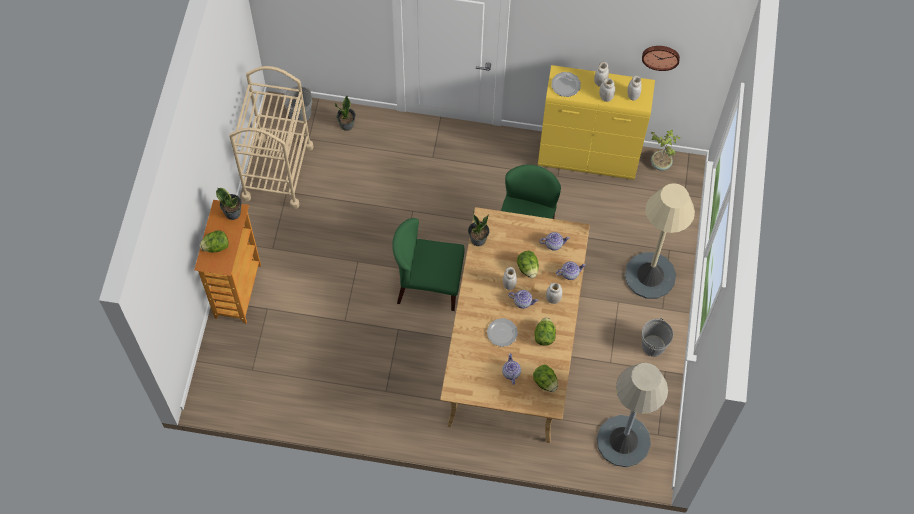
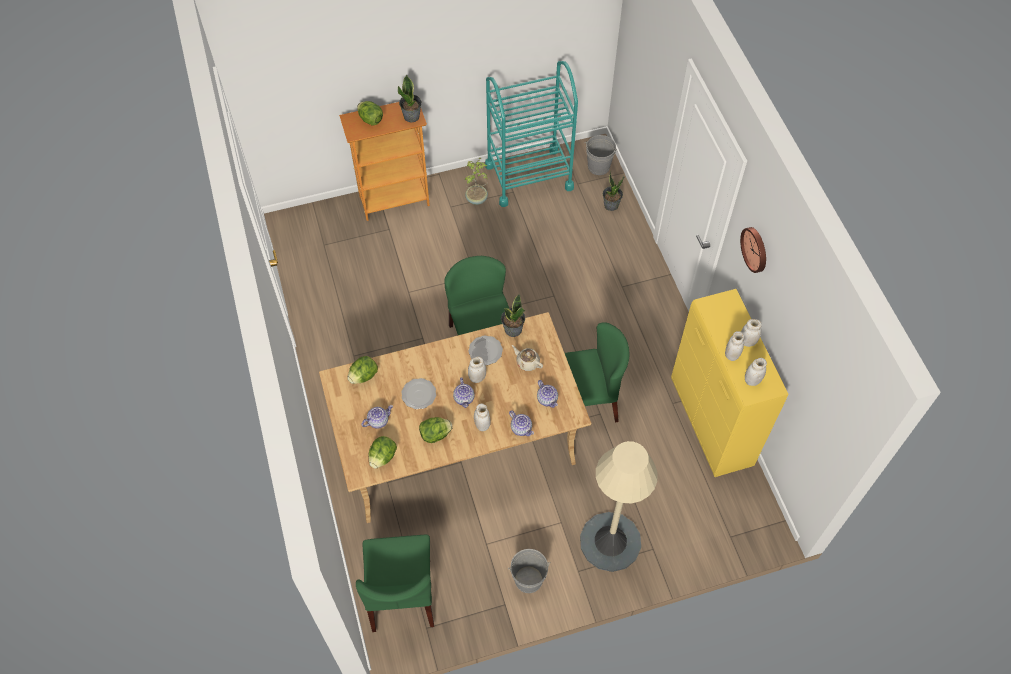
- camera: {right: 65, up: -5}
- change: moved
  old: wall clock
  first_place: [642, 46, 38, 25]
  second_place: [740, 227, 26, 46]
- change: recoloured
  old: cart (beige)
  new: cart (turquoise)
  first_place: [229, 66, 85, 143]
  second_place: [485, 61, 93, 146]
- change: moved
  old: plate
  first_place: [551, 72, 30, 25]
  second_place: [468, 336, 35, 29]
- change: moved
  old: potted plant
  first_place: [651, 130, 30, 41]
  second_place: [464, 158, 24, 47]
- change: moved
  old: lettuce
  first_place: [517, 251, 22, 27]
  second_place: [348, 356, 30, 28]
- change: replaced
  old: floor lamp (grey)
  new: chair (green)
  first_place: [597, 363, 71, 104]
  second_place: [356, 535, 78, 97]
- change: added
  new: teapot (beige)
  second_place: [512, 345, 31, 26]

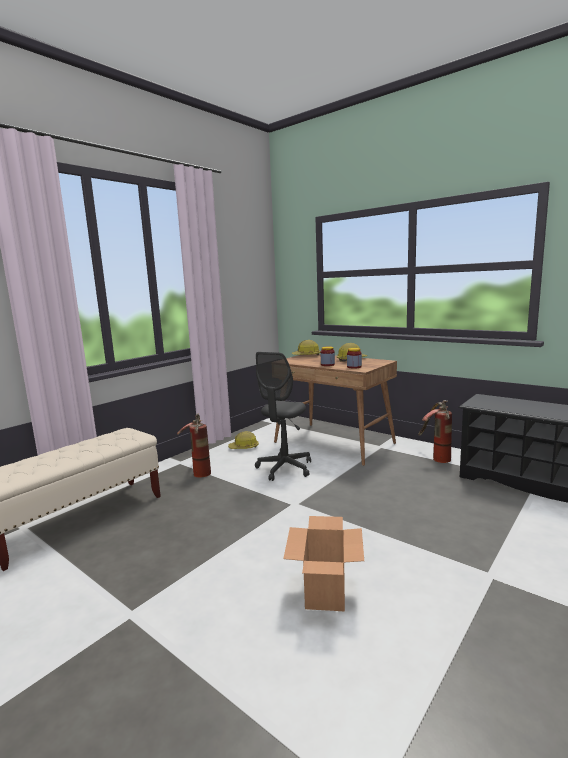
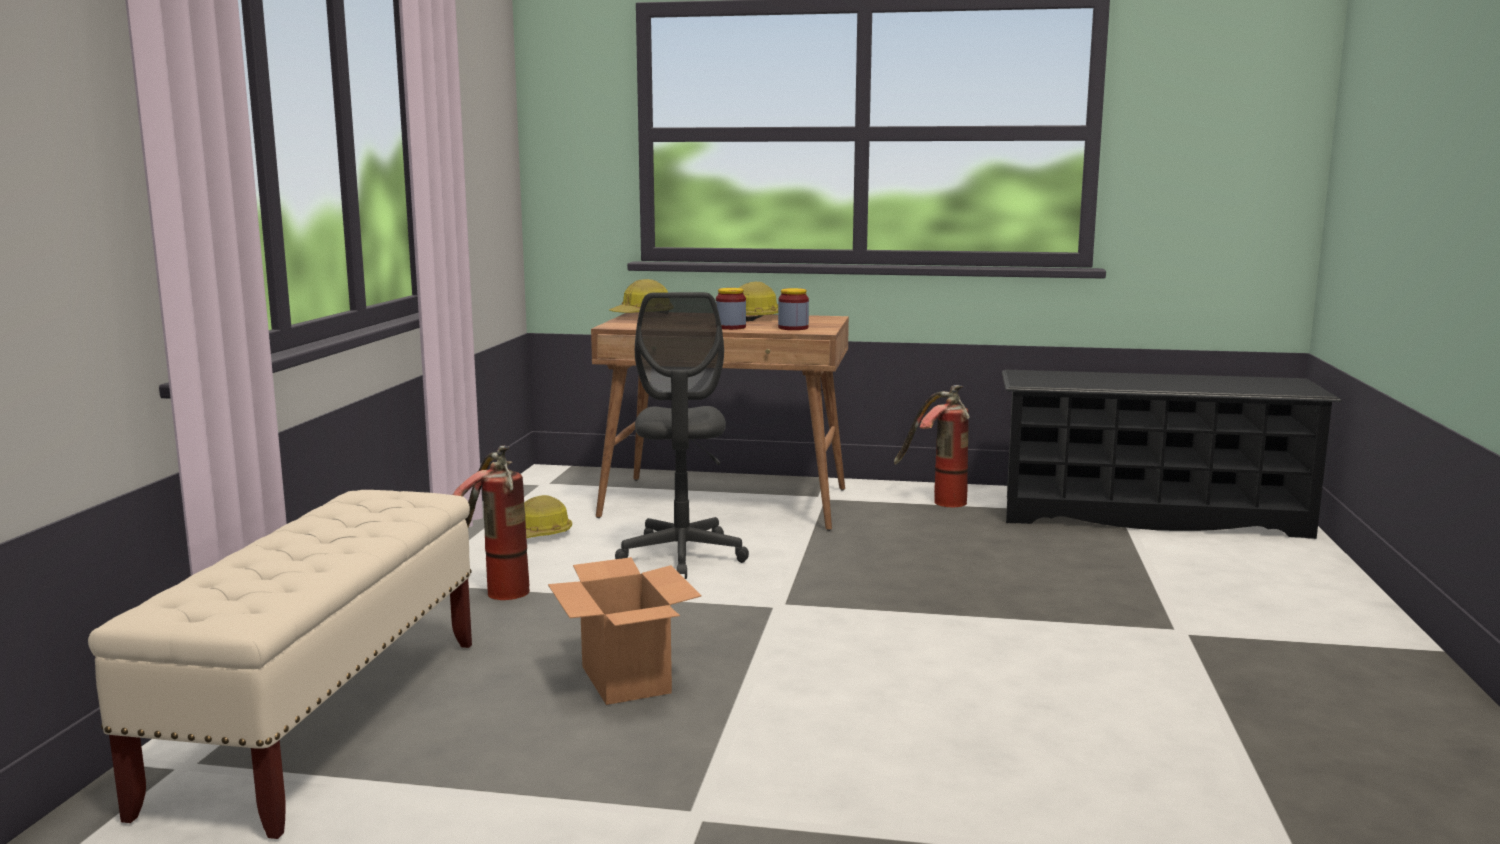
- camera: {right: -30, up: 0}
- change: moved
  old: cardboard box
  first_place: [283, 516, 81, 95]
  second_place: [548, 557, 154, 148]

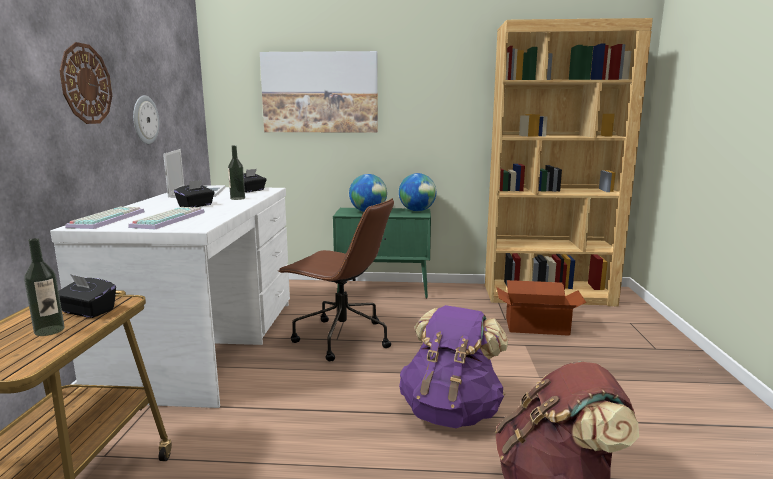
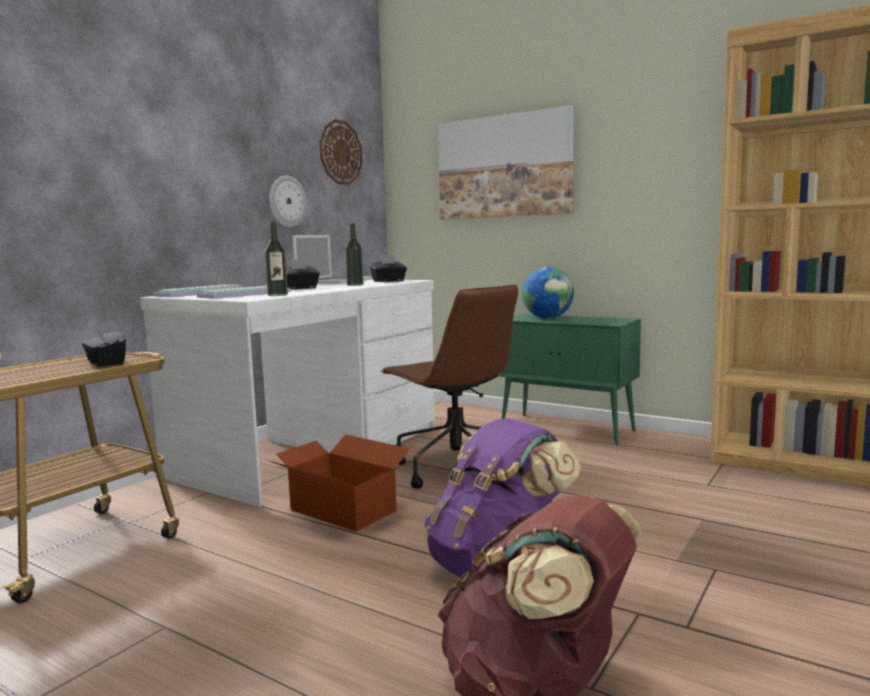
- camera: {right: 30, up: -5}
- change: moved
  old: wall clock
  first_place: [60, 42, 52, 82]
  second_place: [319, 119, 43, 66]
- change: removed
  old: globe
  first_place: [399, 173, 37, 38]
- change: moved
  old: bottle
  first_place: [24, 238, 41, 98]
  second_place: [265, 222, 23, 74]
- change: moved
  old: cardboard box
  first_place: [497, 280, 89, 56]
  second_place: [268, 434, 142, 98]

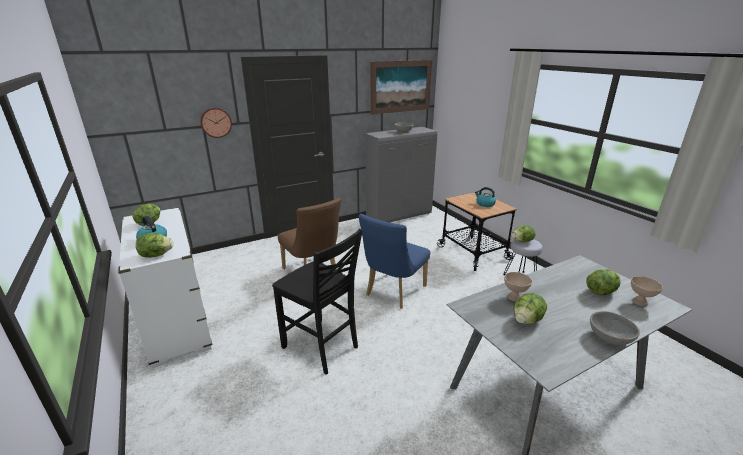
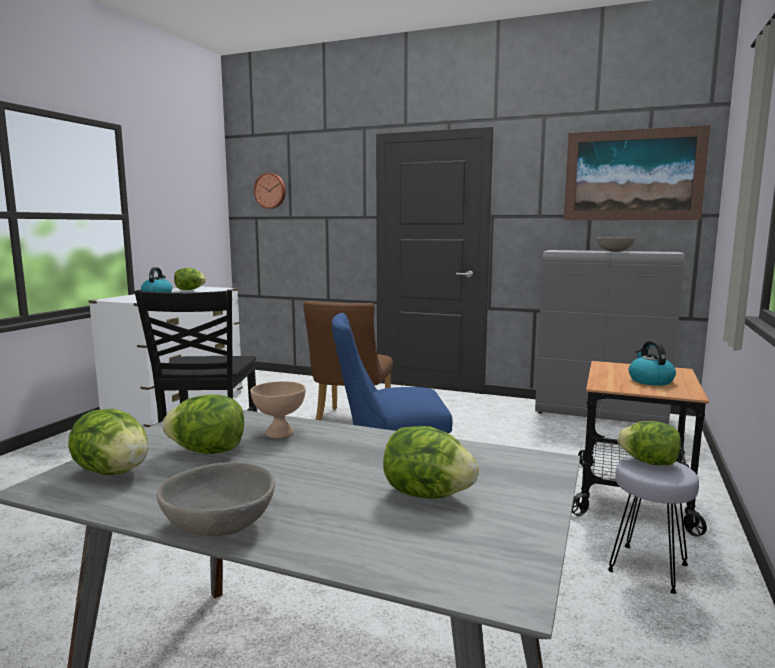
- camera: {right: 50, up: -15}
- change: moved
  old: wall clock
  first_place: [200, 108, 32, 30]
  second_place: [254, 173, 32, 36]
- change: moved
  old: lettuce
  first_place: [136, 233, 37, 25]
  second_place: [68, 409, 80, 66]
- change: removed
  old: bowl (beige)
  first_place: [631, 276, 32, 30]

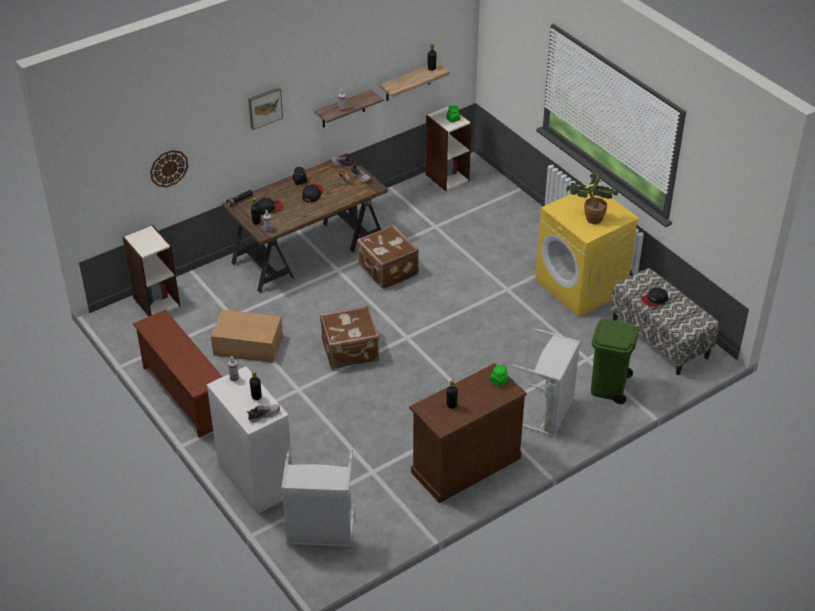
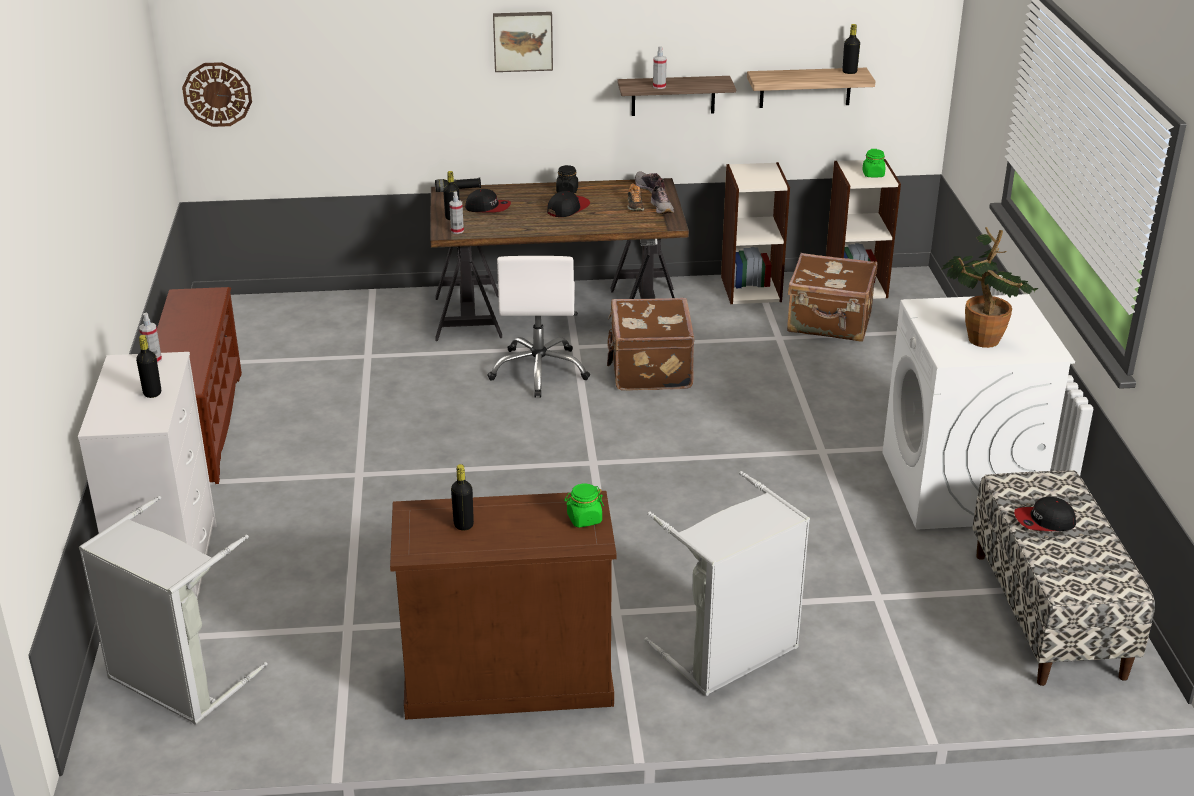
- camera: {right: 30, up: -10}
- change: moved
  old: wall clock
  first_place: [150, 150, 38, 37]
  second_place: [182, 62, 70, 65]
- change: recoloured
  old: washing machine (yellow)
  new: washing machine (white)
  first_place: [535, 184, 104, 133]
  second_place: [882, 294, 193, 236]
- change: moved
  old: bookcase
  first_place: [122, 225, 58, 92]
  second_place: [721, 162, 69, 142]
- change: moved
  old: suitcase (brown)
  first_place: [320, 306, 59, 63]
  second_place: [787, 253, 90, 89]
- change: removed
  old: cardboard box
  first_place: [211, 309, 72, 54]
- change: removed
  old: trash can (green)
  first_place: [591, 319, 47, 85]
- change: removed
  old: shoe
  first_place: [247, 404, 33, 18]
- change: added
  new: office chair (white)
  second_place: [488, 256, 102, 142]

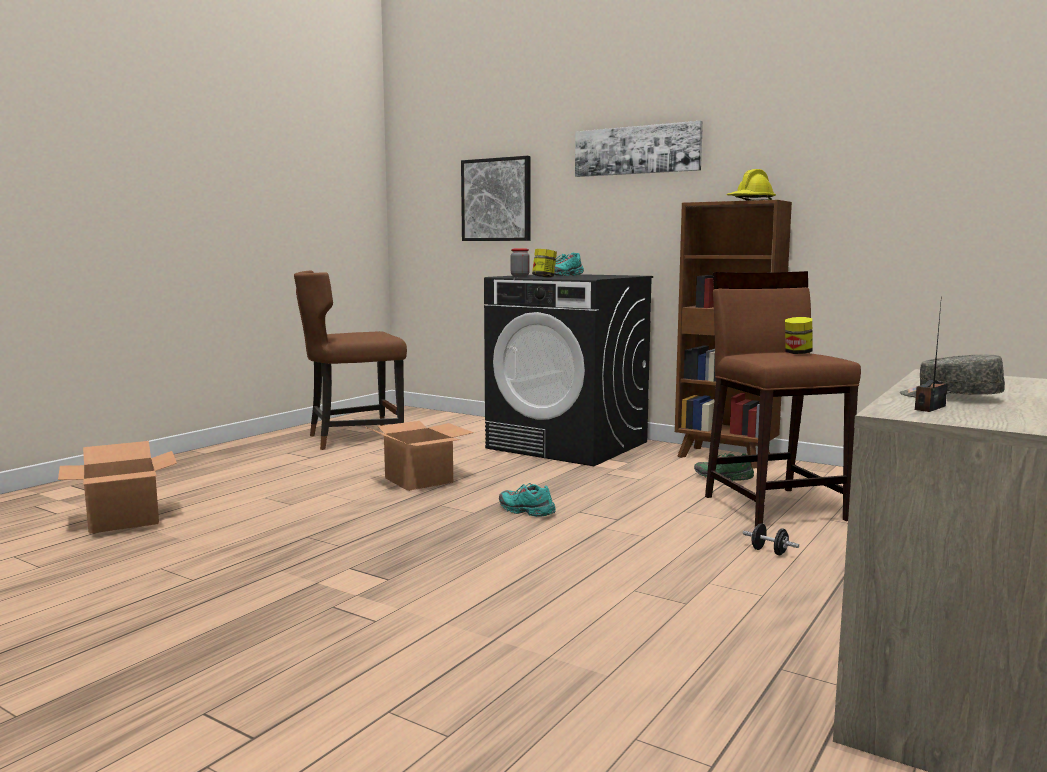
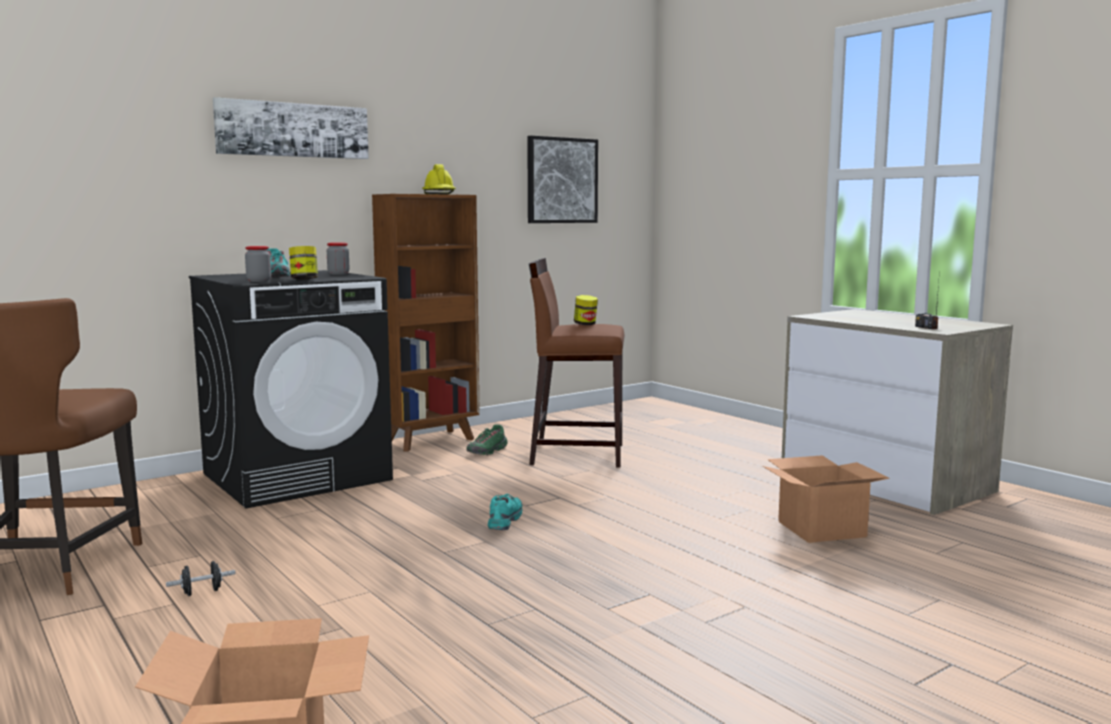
- camera: {right: -70, up: 0}
- change: moved
  old: picture
  first_place: [461, 156, 70, 85]
  second_place: [527, 136, 71, 87]
- change: removed
  old: cap (grey)
  first_place: [900, 354, 105, 43]
- change: moved
  old: cardboard box
  first_place: [364, 421, 110, 70]
  second_place: [763, 455, 127, 88]
- change: turned
  old: shoe (turquoise)
  first_place: [499, 483, 57, 34]
  second_place: [488, 494, 34, 36]
  degrees: 135
- change: moved
  old: dumbbell (black)
  first_place: [743, 523, 56, 32]
  second_place: [166, 561, 69, 35]
- change: added
  new: jar
  second_place: [327, 242, 22, 33]

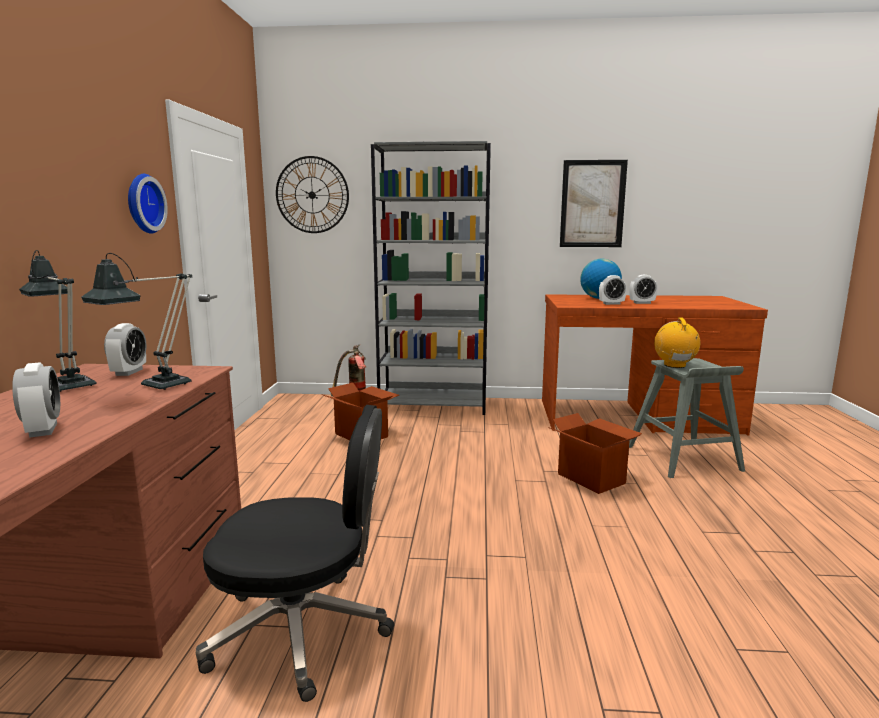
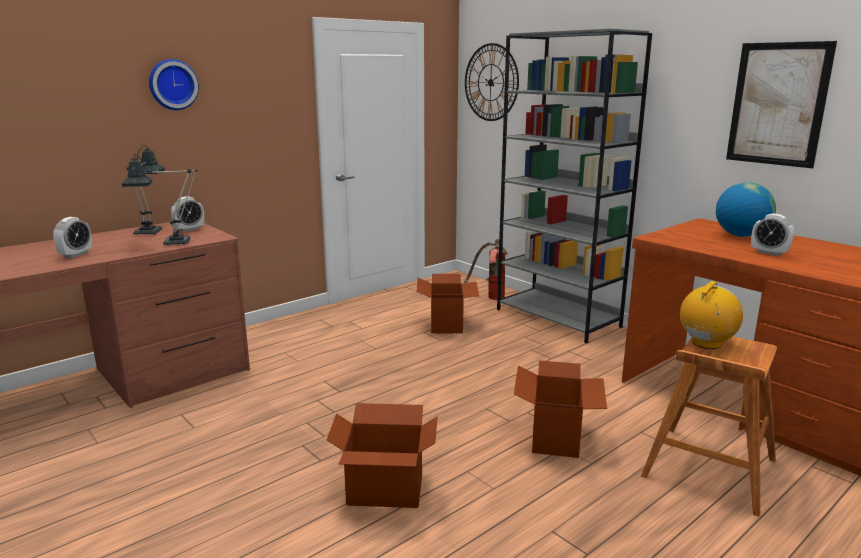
- camera: {right: 45, up: 5}
- change: moved
  old: wall clock
  first_place: [128, 174, 40, 60]
  second_place: [149, 59, 50, 51]
- change: removed
  old: alarm clock
  first_place: [599, 275, 28, 30]
- change: recoloured
  old: stool (grey)
  new: stool (brown)
  first_place: [629, 358, 116, 120]
  second_place: [641, 337, 136, 180]
- change: removed
  old: office chair (black)
  first_place: [196, 405, 198, 297]
- change: added
  new: cardboard box
  second_place: [326, 403, 112, 105]

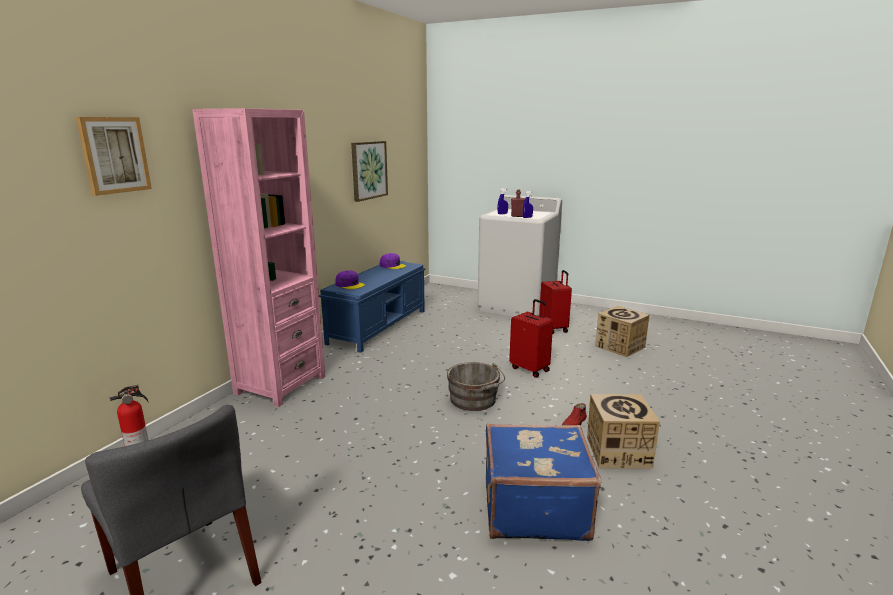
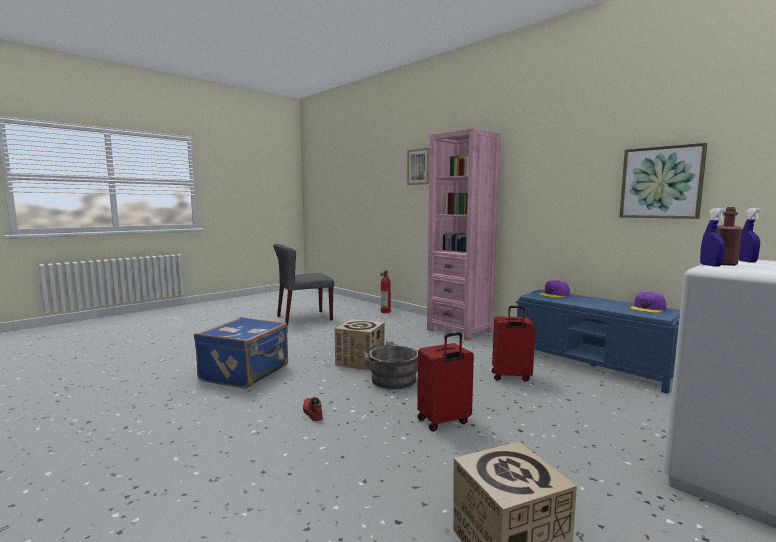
- camera: {right: 110, up: -10}
- change: moved
  old: suitcase (red)
  first_place: [539, 270, 33, 64]
  second_place: [492, 306, 43, 76]
- change: moved
  old: cardboard box
  first_place: [587, 394, 73, 75]
  second_place: [335, 319, 50, 52]

